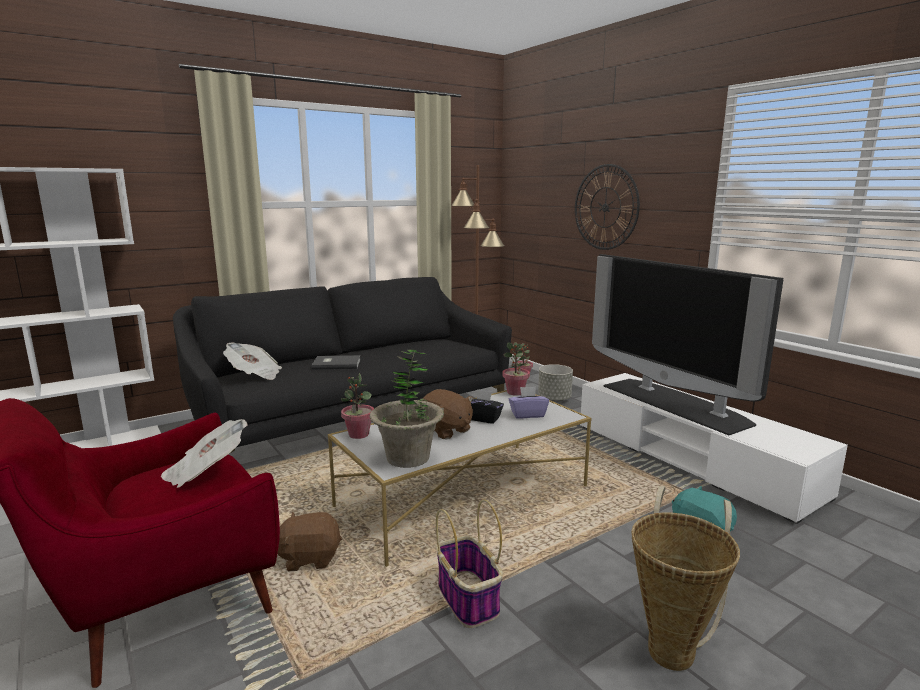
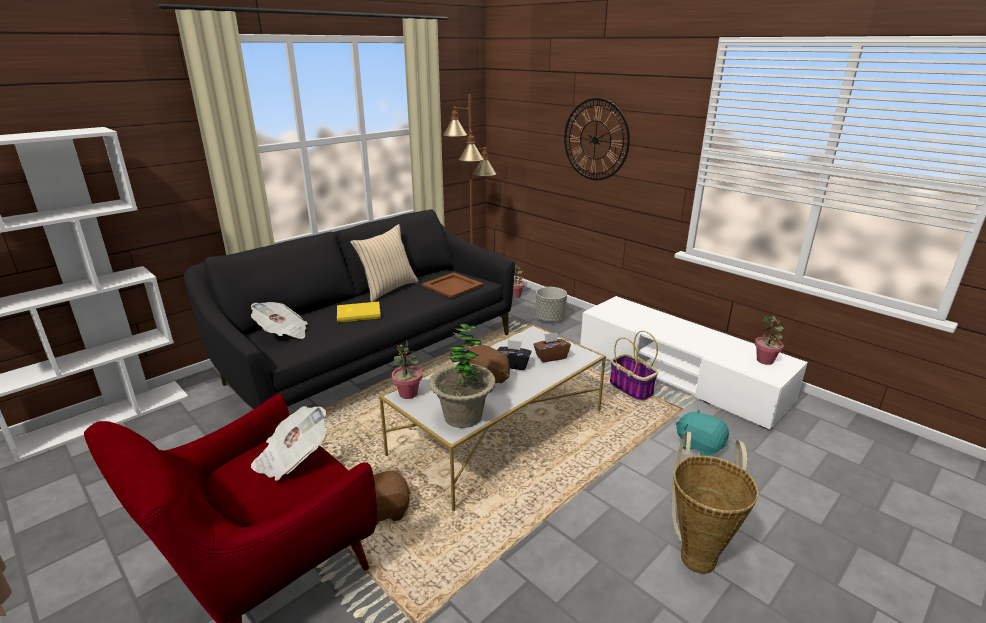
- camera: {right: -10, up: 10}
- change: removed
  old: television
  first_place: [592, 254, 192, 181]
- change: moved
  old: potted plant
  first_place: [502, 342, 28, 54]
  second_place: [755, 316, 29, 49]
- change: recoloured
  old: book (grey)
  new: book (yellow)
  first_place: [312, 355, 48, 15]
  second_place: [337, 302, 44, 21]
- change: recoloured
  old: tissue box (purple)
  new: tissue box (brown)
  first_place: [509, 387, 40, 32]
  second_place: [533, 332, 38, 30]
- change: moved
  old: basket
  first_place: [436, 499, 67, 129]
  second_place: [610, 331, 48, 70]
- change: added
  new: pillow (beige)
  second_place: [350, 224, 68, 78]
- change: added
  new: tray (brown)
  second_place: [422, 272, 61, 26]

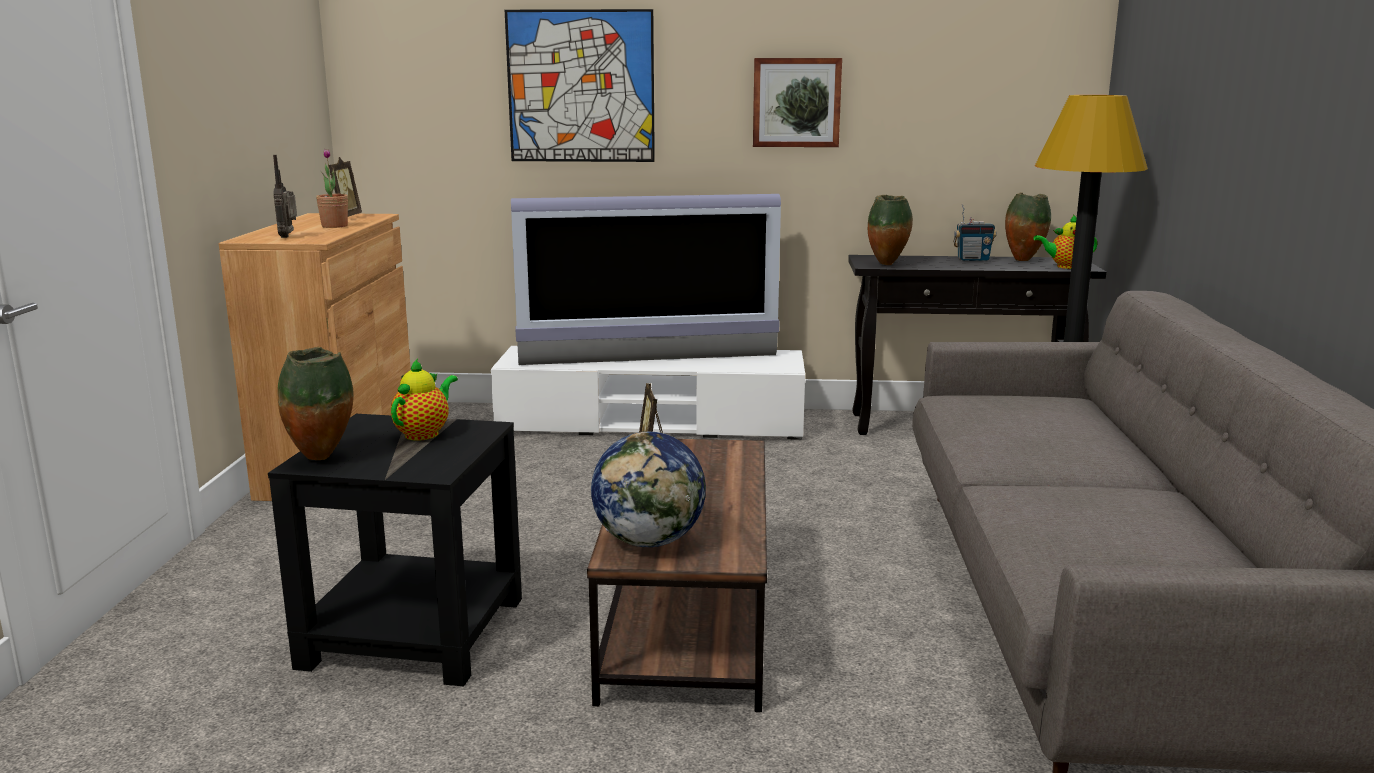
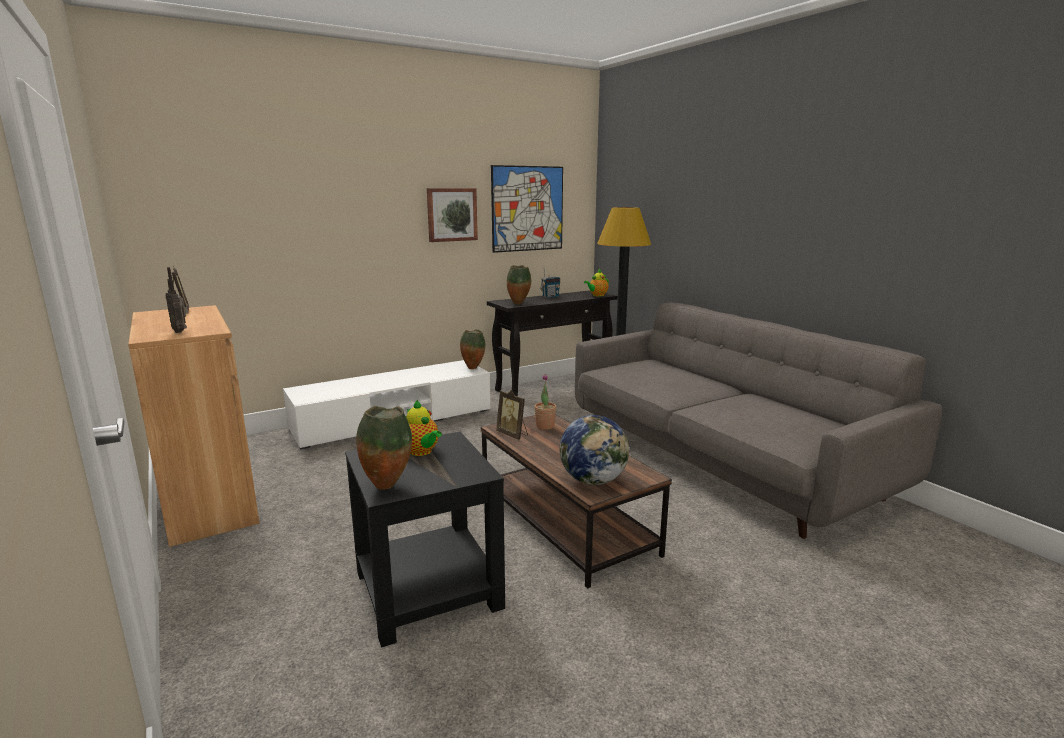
- camera: {right: -35, up: 0}
- change: moved
  old: picture
  first_place: [505, 9, 150, 153]
  second_place: [491, 165, 72, 88]
- change: moved
  old: potted plant
  first_place: [316, 149, 32, 79]
  second_place: [534, 374, 23, 56]
- change: moved
  old: vase
  first_place: [1005, 192, 46, 69]
  second_place: [460, 329, 25, 40]
- change: removed
  old: television
  first_place: [511, 194, 270, 171]
- change: turned
  old: teapot
  first_place: [391, 358, 67, 83]
  second_place: [406, 400, 36, 56]
  degrees: 150

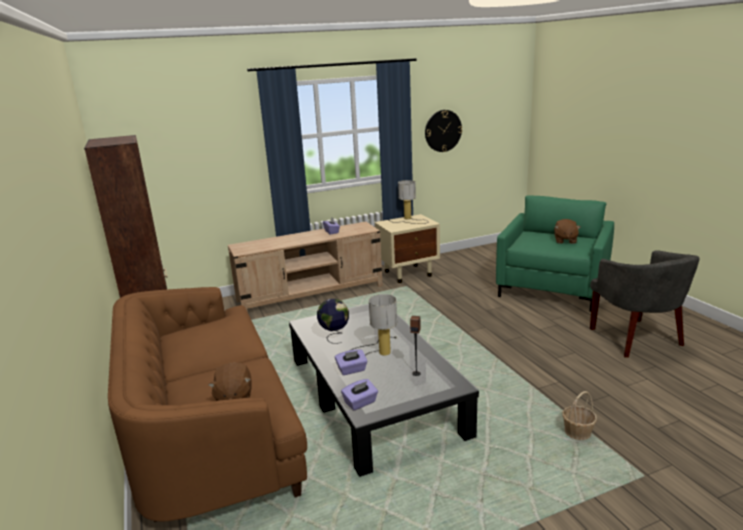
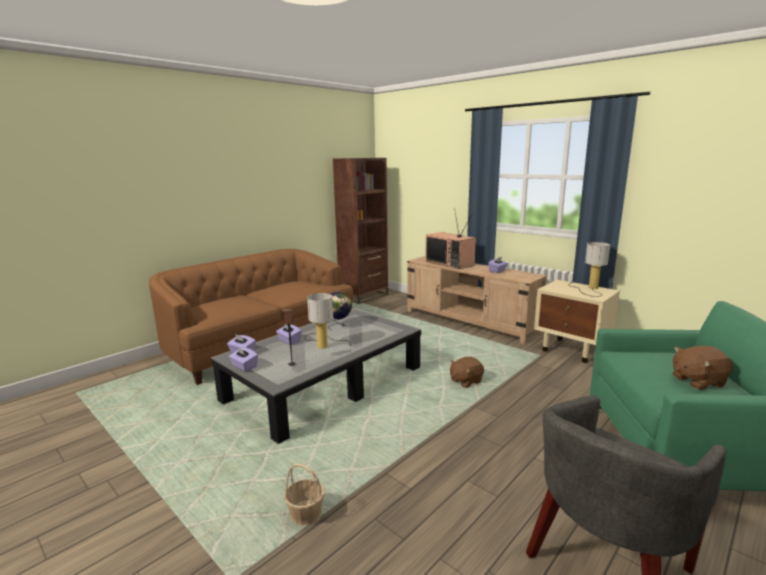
- camera: {right: 65, up: -5}
- change: removed
  old: wall clock
  first_place: [425, 110, 37, 42]
- change: moved
  old: plush toy (brown)
  first_place: [208, 363, 44, 38]
  second_place: [450, 357, 34, 31]
- change: added
  new: television
  second_place: [425, 208, 51, 61]
- change: added
  new: tissue box (purple)
  second_place: [229, 347, 29, 25]

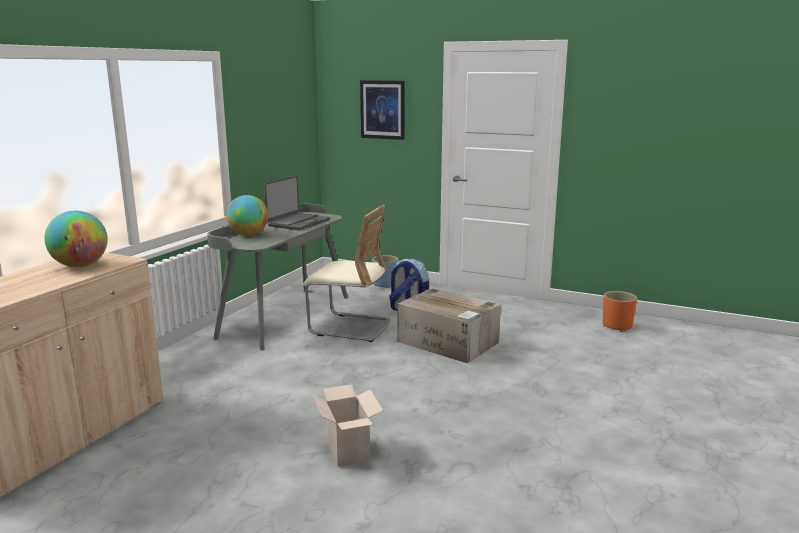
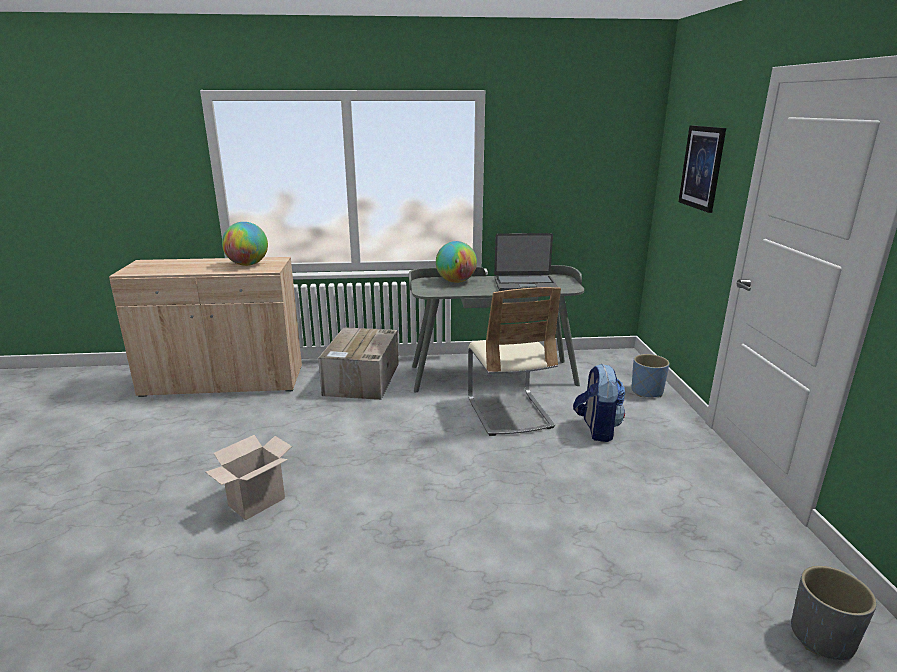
- camera: {right: 60, up: 5}
- change: moved
  old: cardboard box
  first_place: [397, 288, 104, 76]
  second_place: [318, 327, 81, 73]
- change: recoloured
  old: planter (orange)
  new: planter (grey)
  first_place: [603, 291, 34, 41]
  second_place: [791, 566, 86, 94]

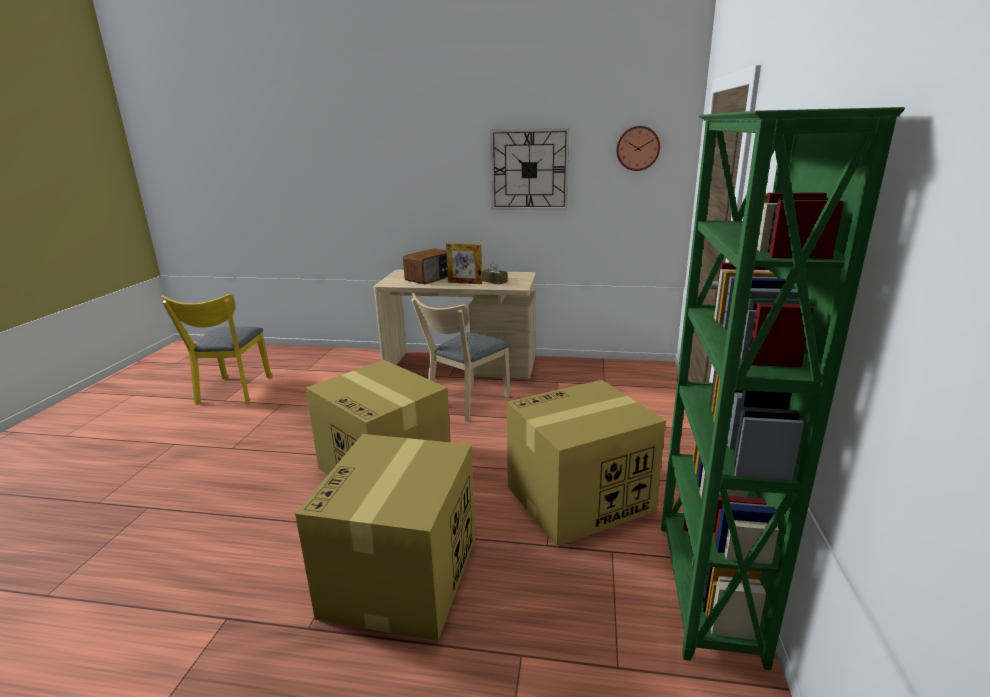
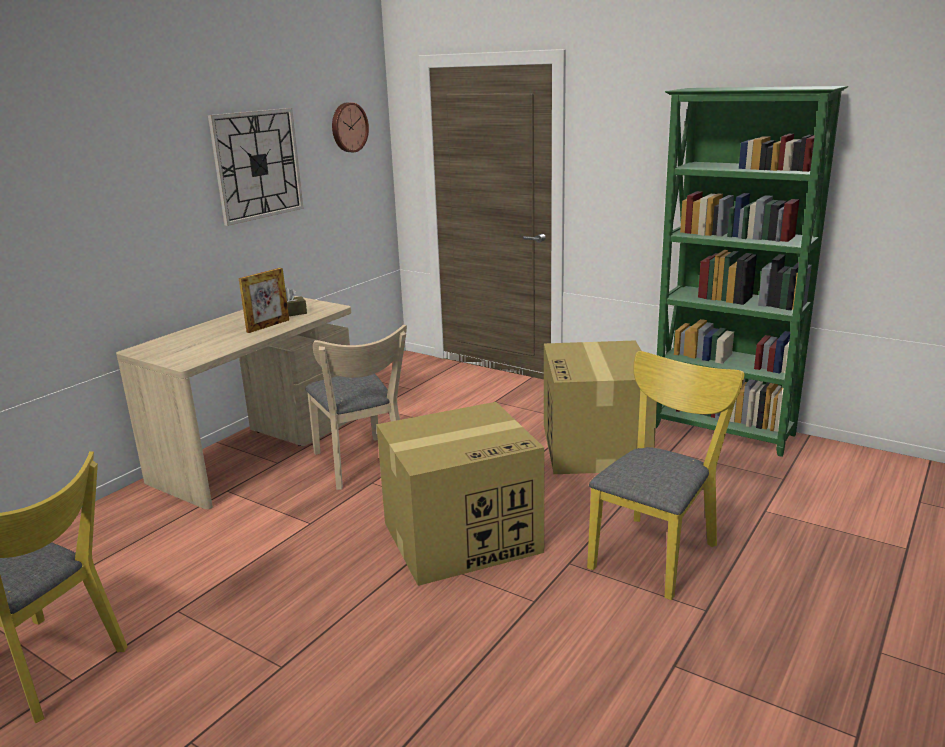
- camera: {right: -65, up: 0}
- change: removed
  old: radio
  first_place: [403, 248, 45, 36]
- change: replaced
  old: cardboard box
  new: chair (yellow)
  first_place: [295, 434, 180, 207]
  second_place: [587, 351, 157, 249]

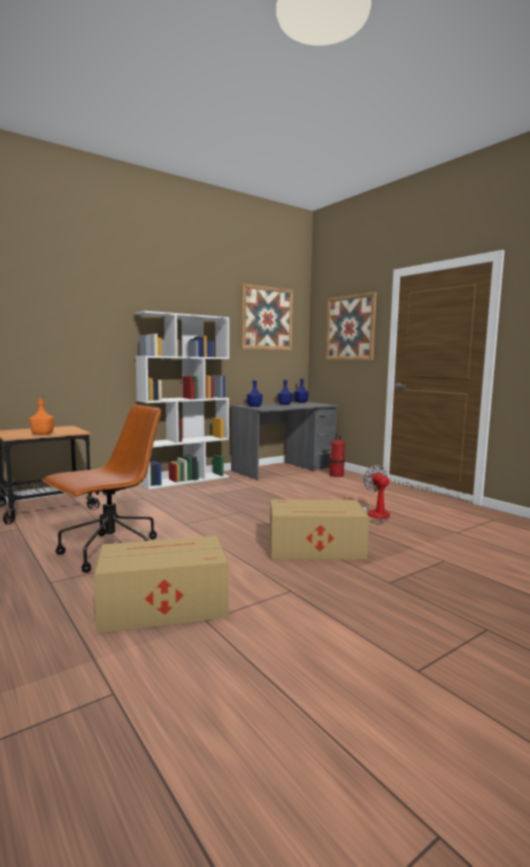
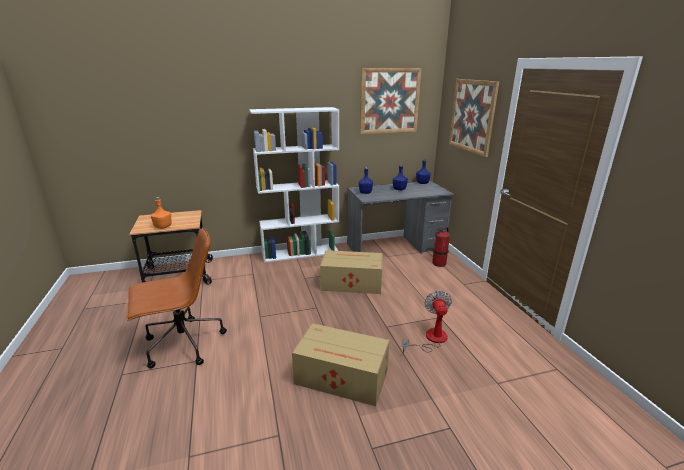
- camera: {right: 20, up: 15}
- change: moved
  old: cardboard box
  first_place: [94, 536, 135, 97]
  second_place: [320, 250, 62, 44]

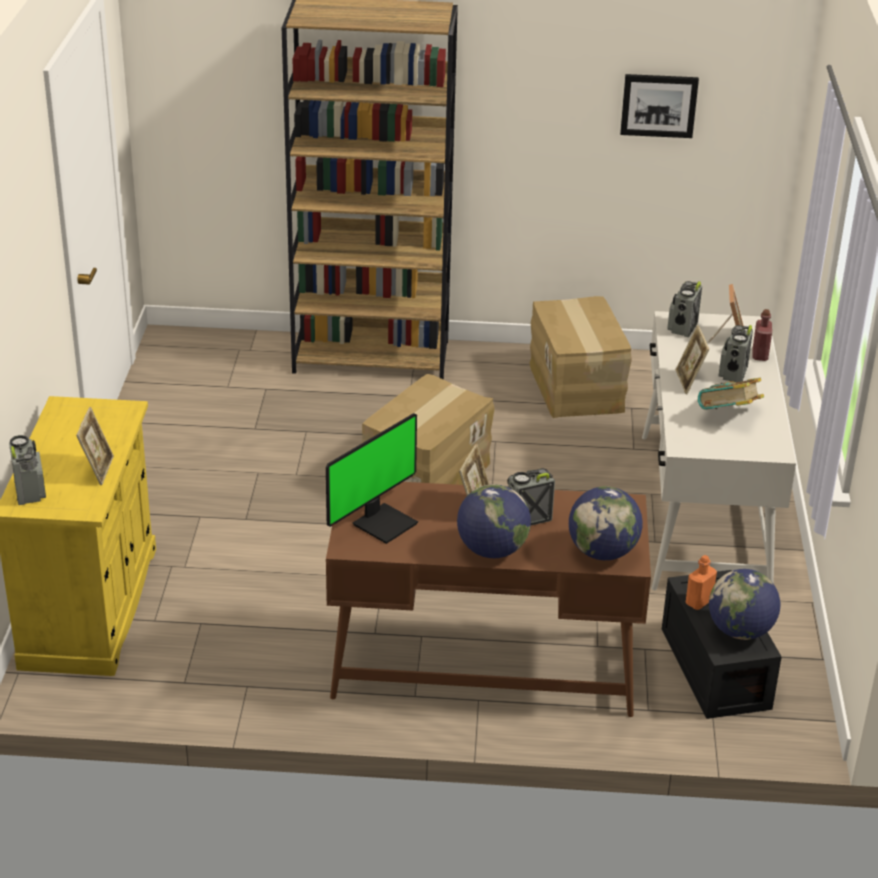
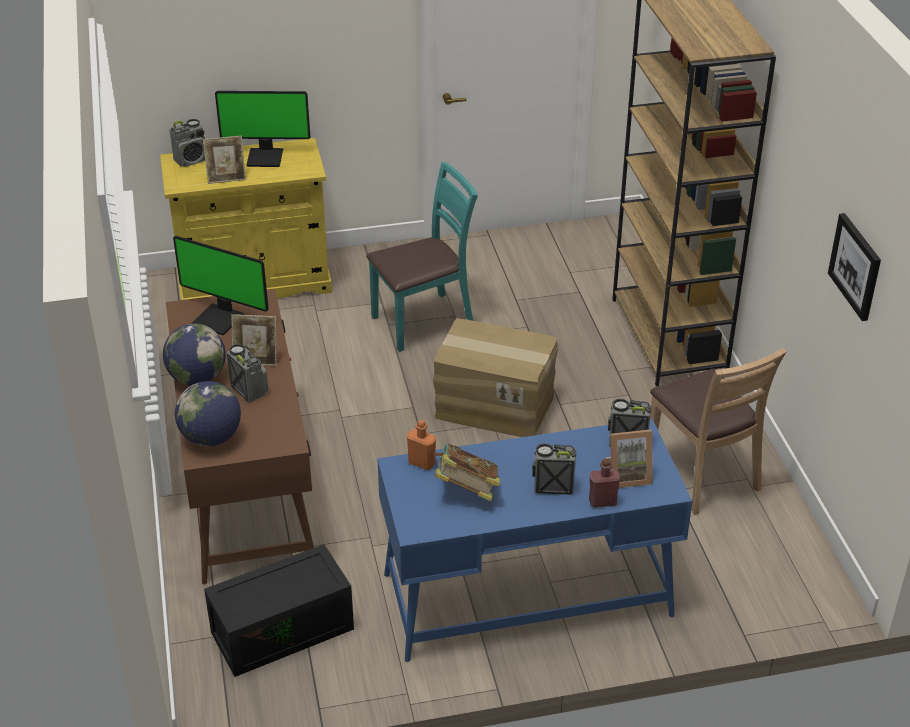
- camera: {right: 75, up: 5}
- change: replaced
  old: cardboard box
  new: chair (brown)
  first_place: [529, 296, 103, 122]
  second_place: [650, 348, 137, 167]
- change: recoloured
  old: desk (white)
  new: desk (blue)
  first_place: [642, 311, 154, 279]
  second_place: [377, 418, 315, 244]
- change: removed
  old: picture frame
  first_place: [675, 325, 34, 69]
- change: moved
  old: bottle (orange)
  first_place: [686, 555, 31, 55]
  second_place: [407, 420, 29, 50]
- change: removed
  old: globe
  first_place: [709, 569, 71, 71]
- change: added
  new: monitor
  second_place: [215, 91, 95, 76]
- change: added
  new: chair (turquoise)
  second_place: [366, 162, 112, 190]

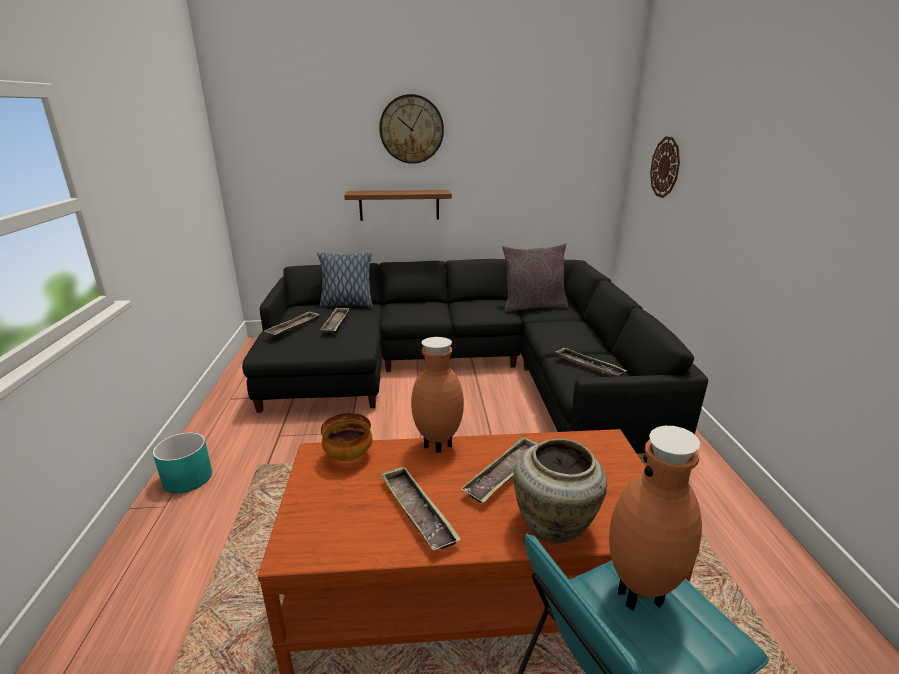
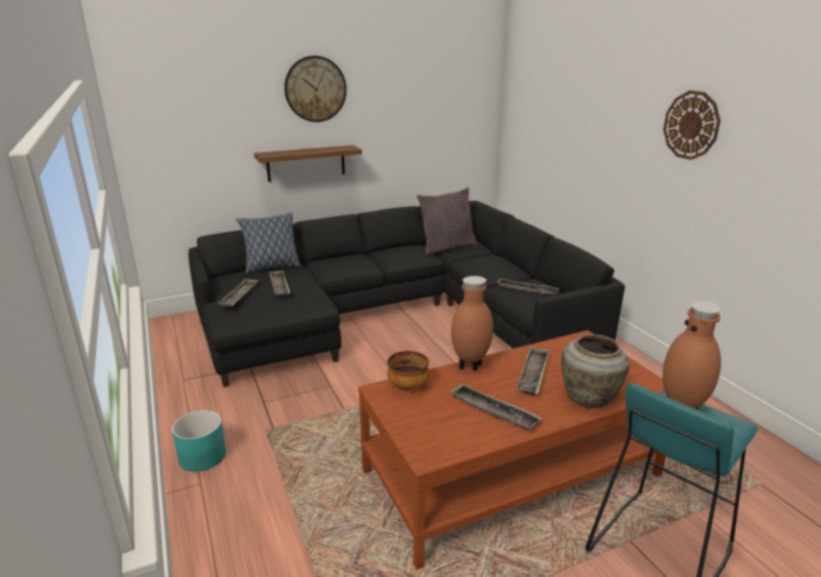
- camera: {right: -20, up: 0}
- change: moved
  old: wall clock
  first_place: [650, 136, 30, 62]
  second_place: [663, 90, 57, 70]

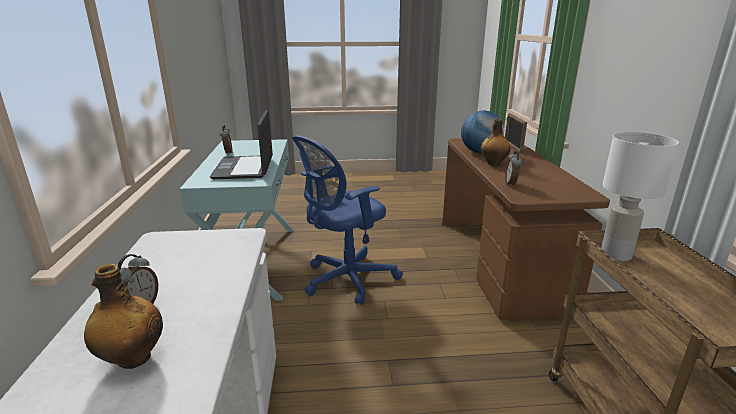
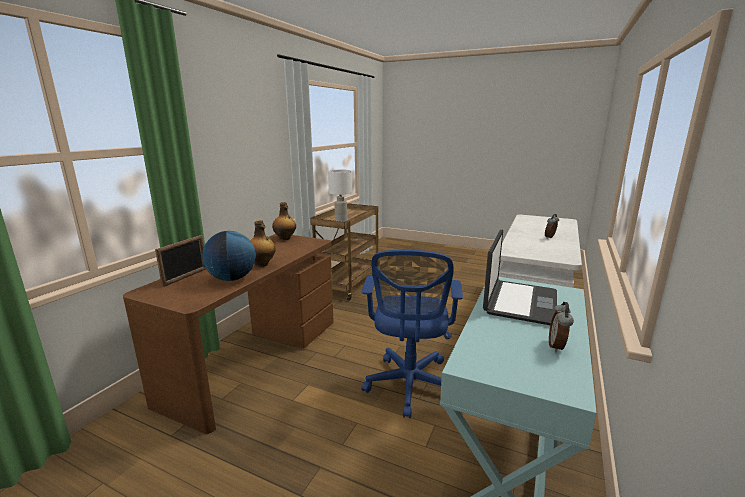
- camera: {right: -150, up: -5}
- change: turned
  old: office chair (blue)
  first_place: [292, 135, 111, 170]
  second_place: [361, 250, 102, 168]
  degrees: 105
- change: removed
  old: alarm clock
  first_place: [505, 151, 17, 36]
- change: moved
  old: bottle
  first_place: [84, 264, 79, 105]
  second_place: [272, 202, 24, 38]

